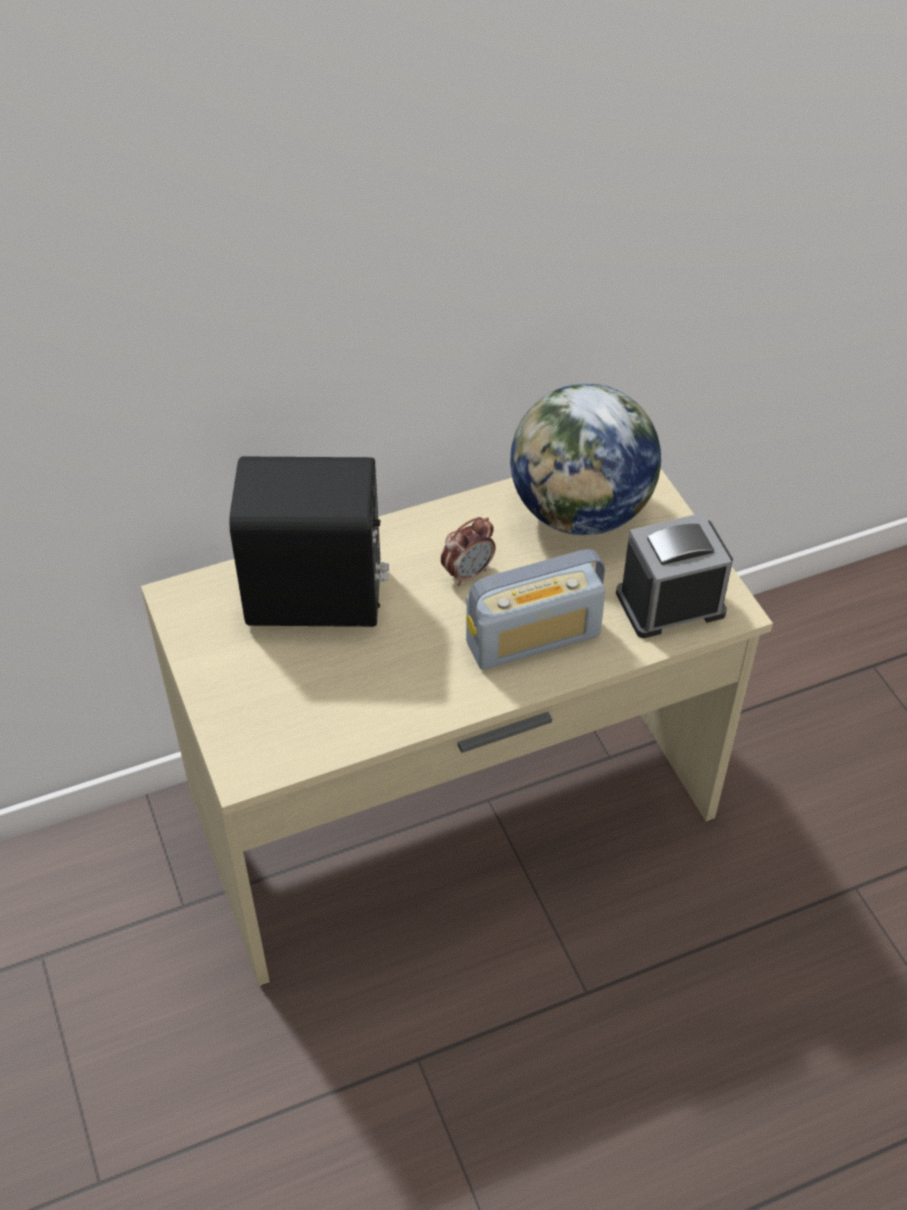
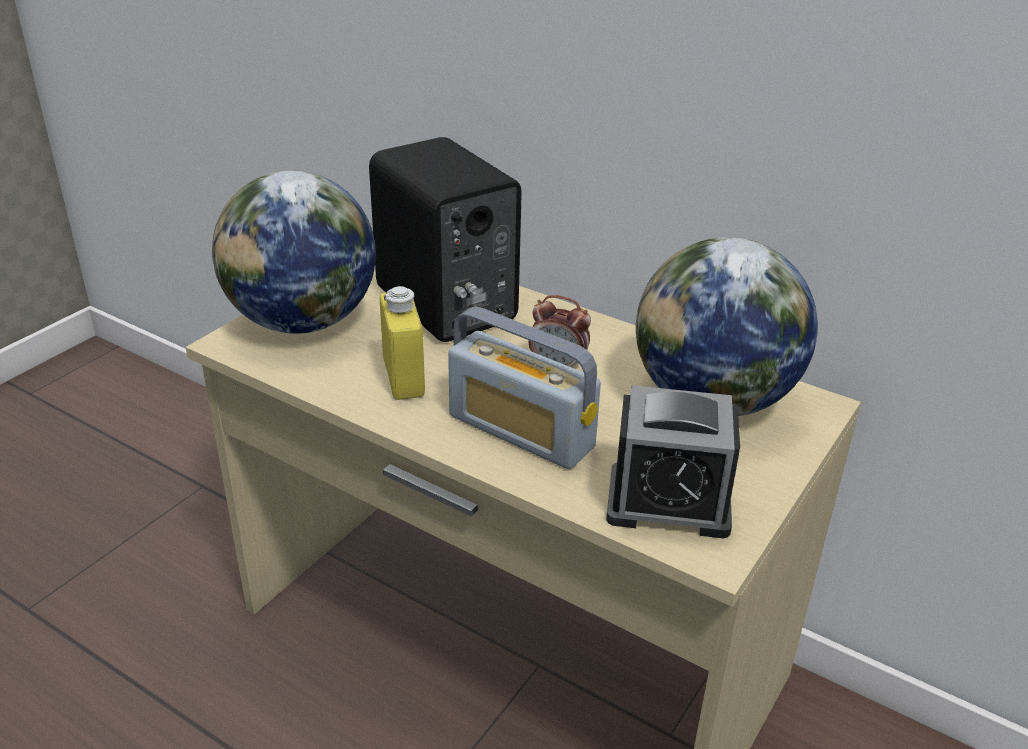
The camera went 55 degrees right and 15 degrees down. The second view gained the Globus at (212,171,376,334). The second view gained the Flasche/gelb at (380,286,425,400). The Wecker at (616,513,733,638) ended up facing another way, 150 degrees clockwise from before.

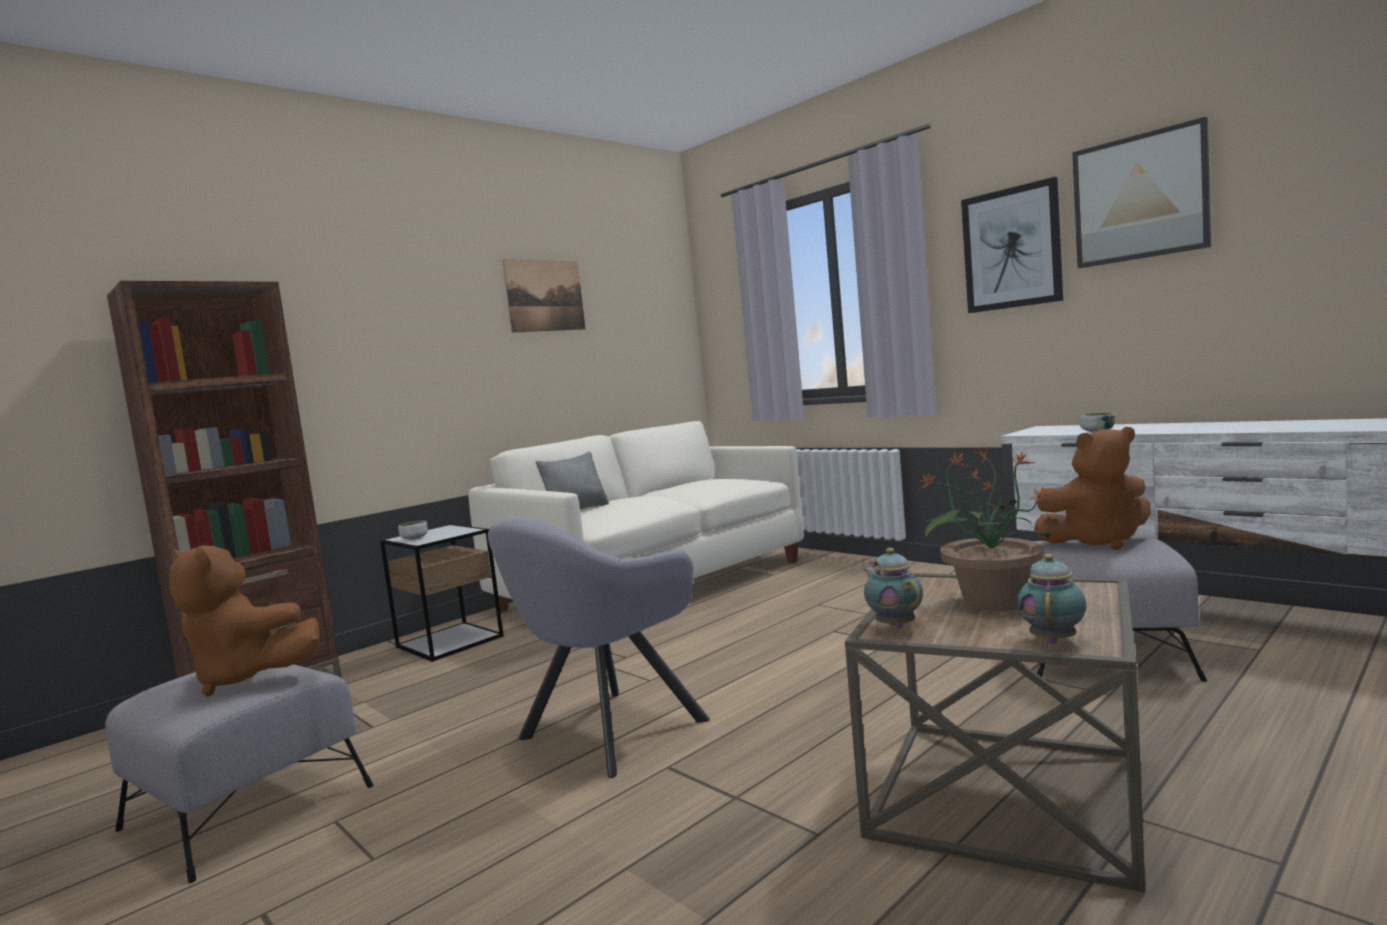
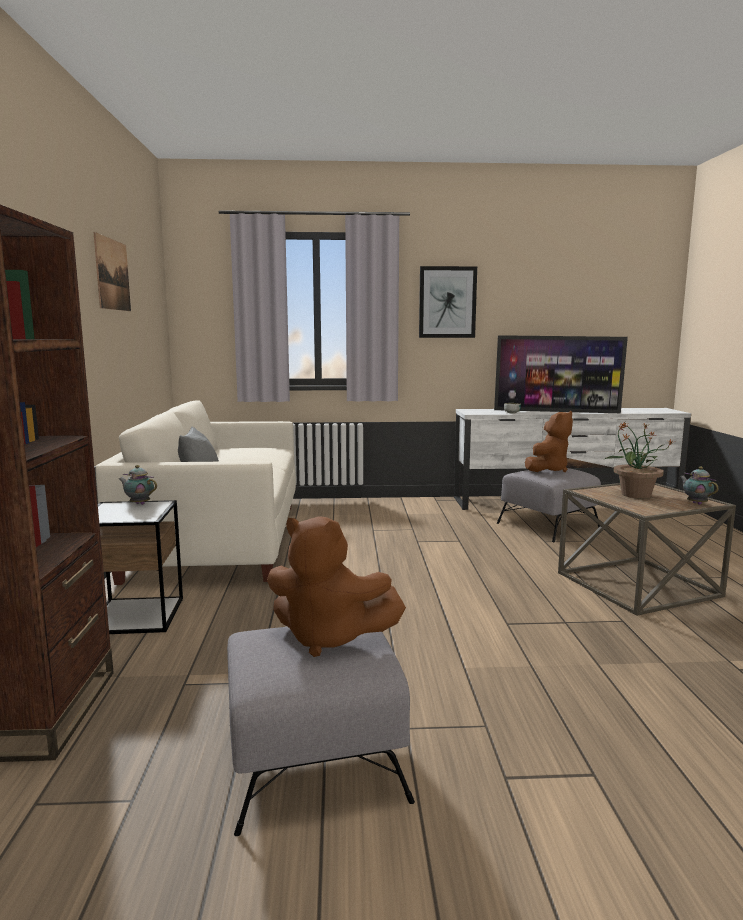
The camera went 50 degrees left and 5 degrees up. The Teekanne ended up elsewhere, having gone from (864,548,923,629) to (119,465,157,505). The Plüschtier/braun at (169,545,319,697) ended up facing another way, 45 degrees clockwise from before. The second view gained the Fernseher at (494,335,628,413). The second view lost the Schüssel at (398,521,428,540). The second view lost the Sessel/grau at (488,518,710,778). The second view lost the Bild at (1072,117,1211,268).

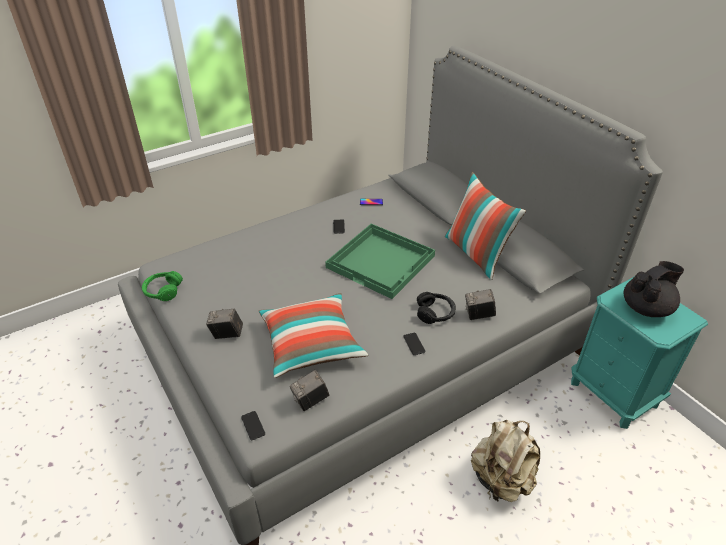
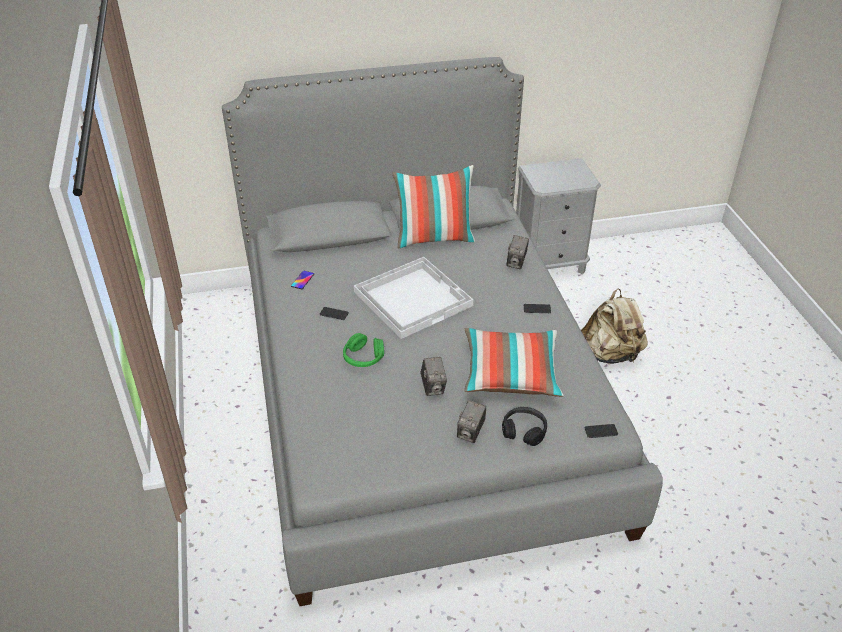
The camera went 70 degrees left and 0 degrees up. The Kopfhörer/grün ended up elsewhere, having gone from (142,271,183,301) to (343,333,384,367). What was the Tablett/grün at (325,224,435,299) turned into the Tablett/weiß at (354,257,473,339). The Kamera ended up elsewhere, having gone from (290,370,329,411) to (420,357,447,396). The Kopfhörer/schwarz ended up elsewhere, having gone from (417,292,456,324) to (502,407,547,446). What was the Nachttisch/türkis at (571,276,708,429) turned into the Nachttisch/grau at (516,158,601,274). The second view lost the Teekanne/schwarz at (623,261,684,317).

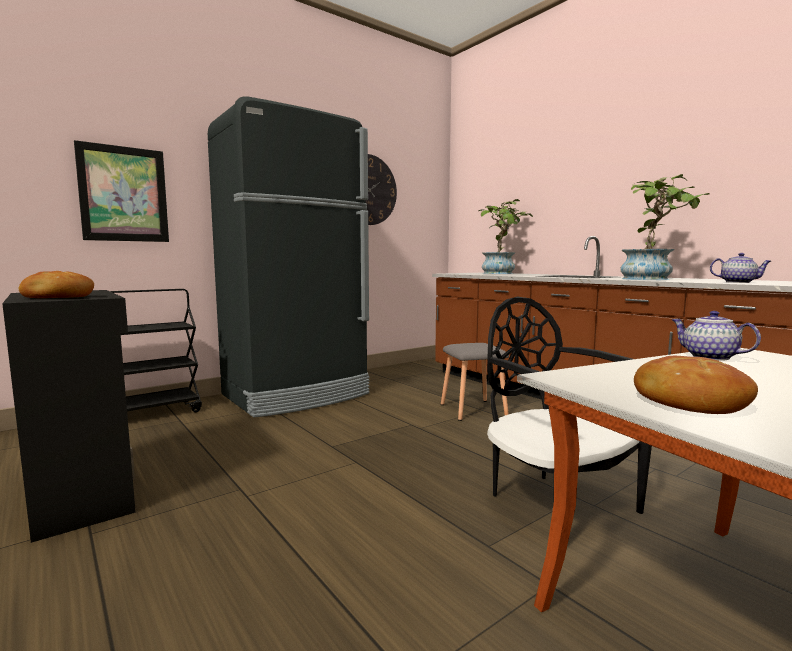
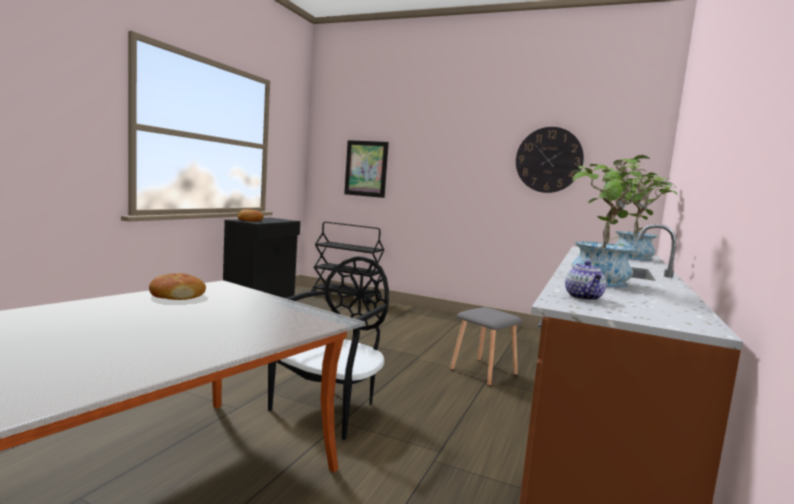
The camera went 60 degrees right and 0 degrees up. The second view lost the Kühlschrank/schwarz at (208,96,370,418). The second view lost the Teekanne at (672,311,761,361).

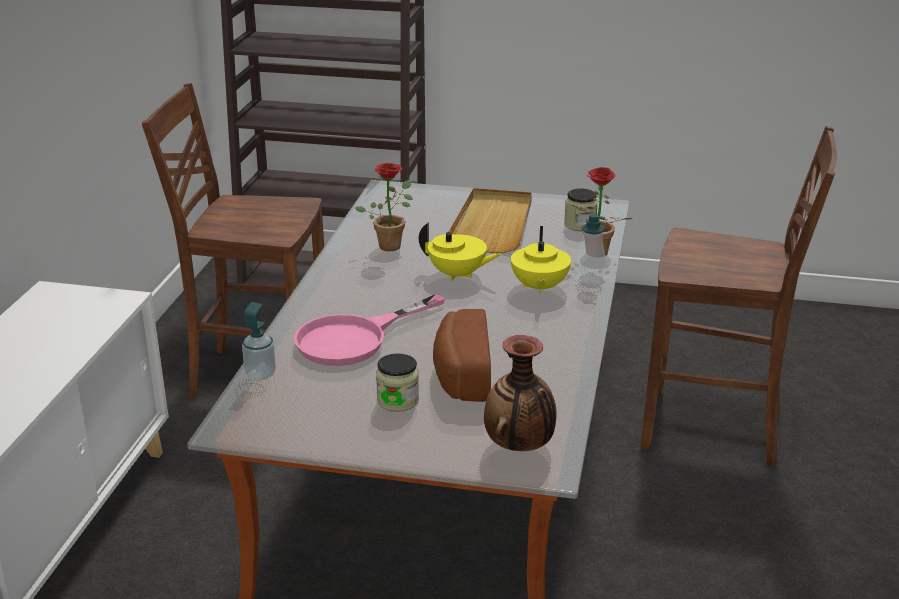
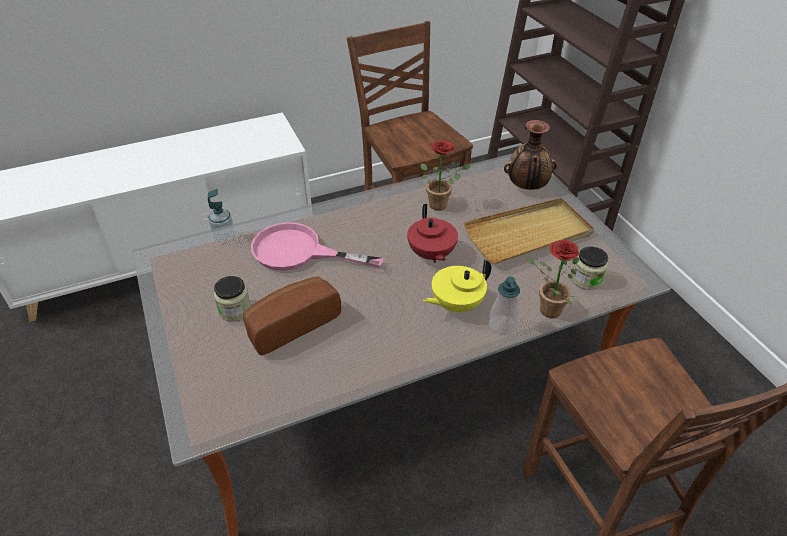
The camera went 55 degrees right and 15 degrees up. What was the Teekanne/gelb at (419,222,501,282) turned into the Teekanne/rot at (407,204,458,263). The Vase ended up elsewhere, having gone from (484,335,557,451) to (504,120,557,190).

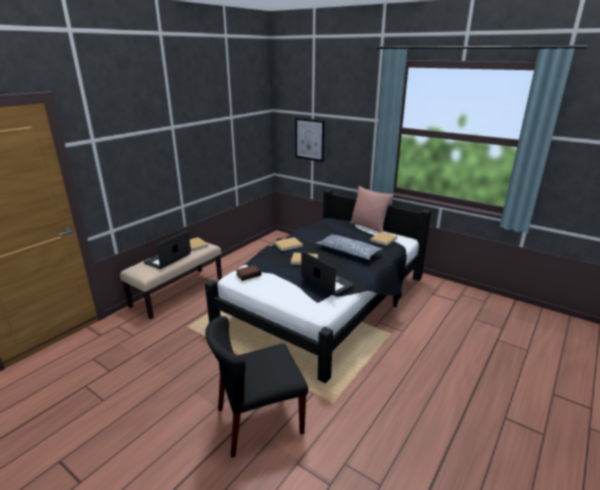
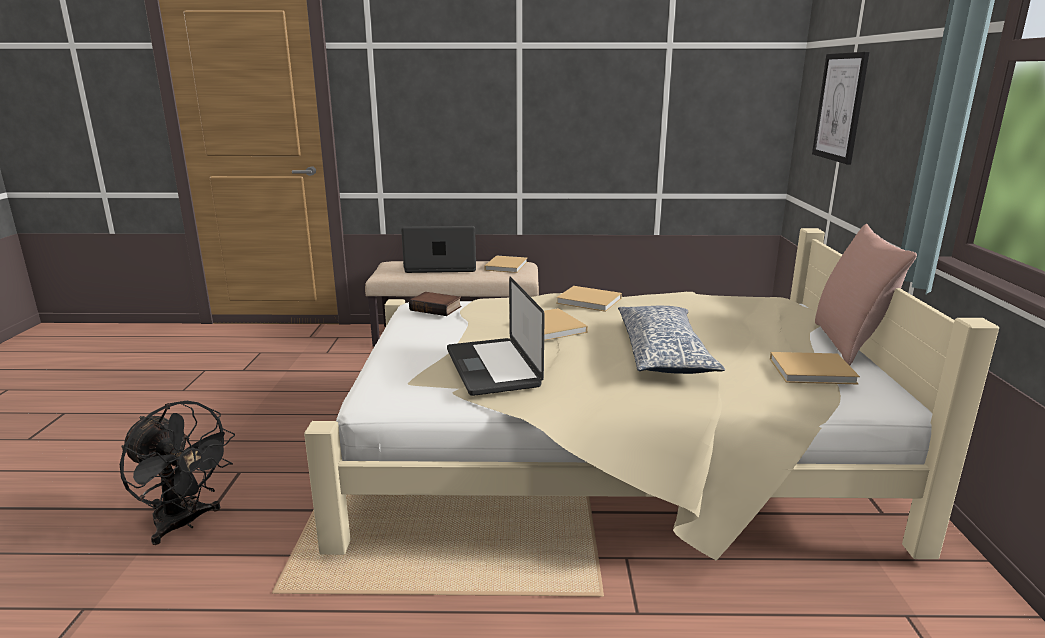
The camera went 55 degrees right and 5 degrees down. Where the Stuhl/schwarz stood at (205,316,308,458), the Ventilator/schwarz came to stand at (120,401,235,545). What was the Bett/schwarz at (205,189,431,383) turned into the Bett/beige at (304,228,999,560). The Laptop at (301,251,354,296) ended up facing another way, 150 degrees clockwise from before.

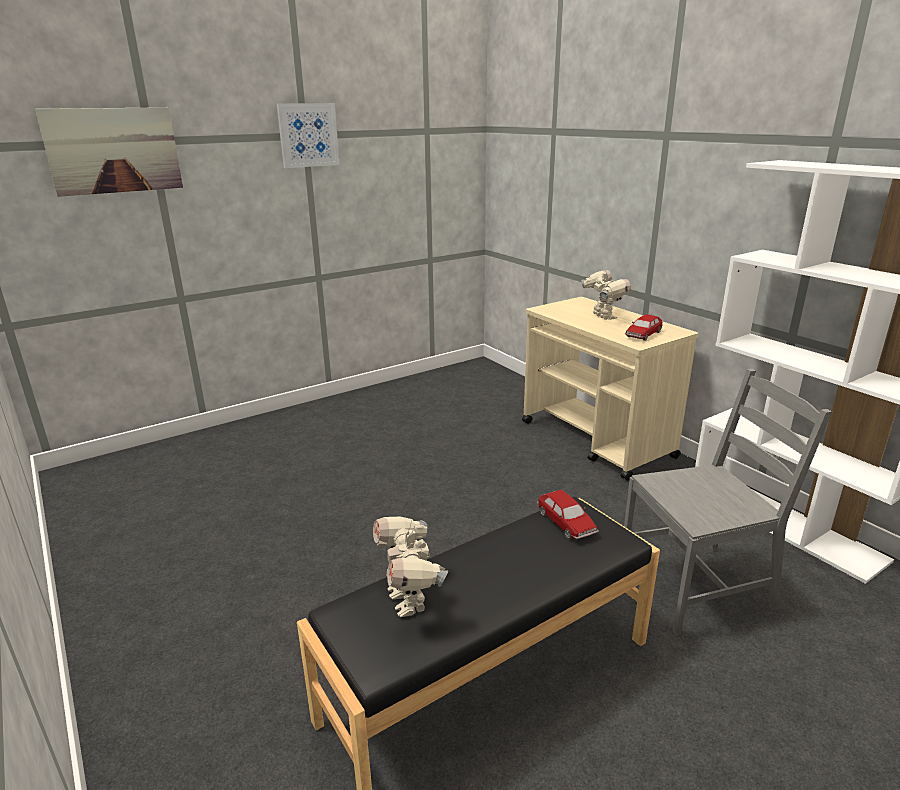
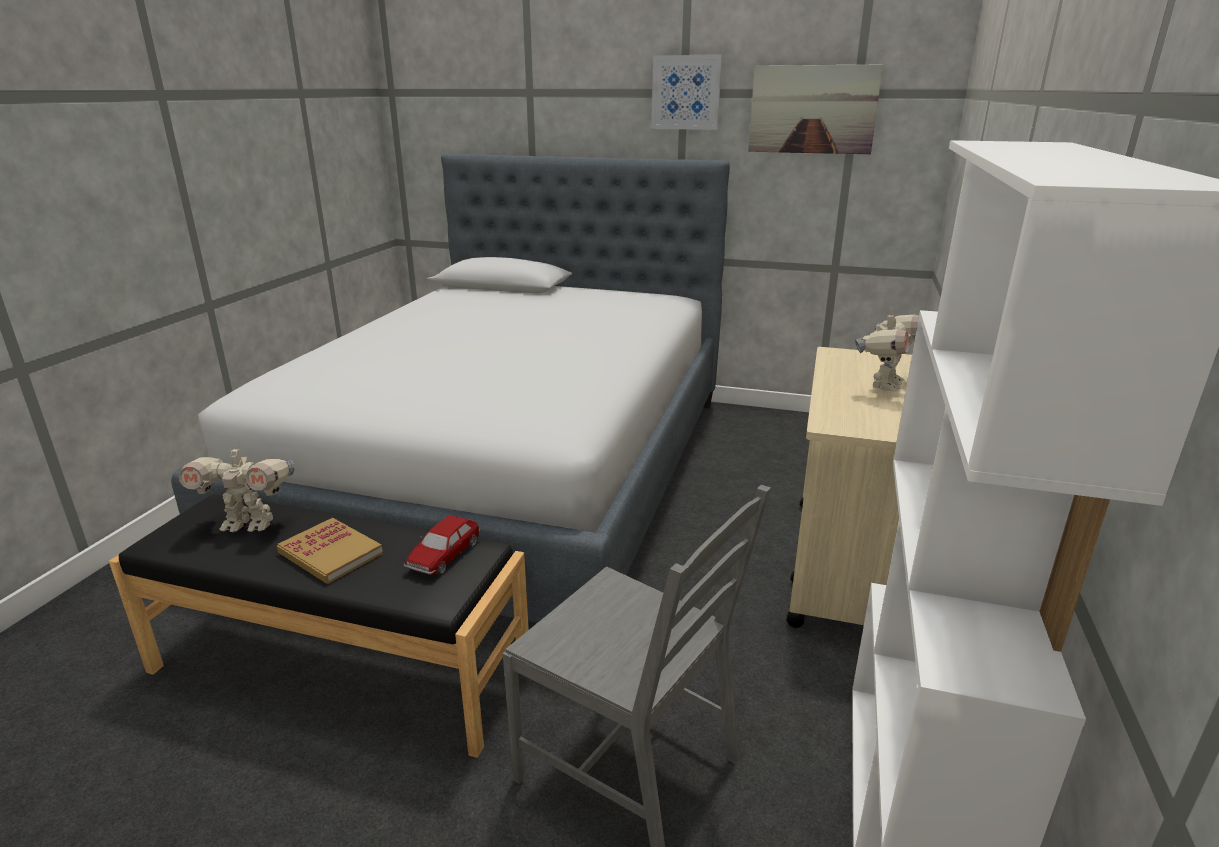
The camera went 50 degrees right and 0 degrees up. The second view gained the Bett at (171,153,730,623). The Spielzeugroboter at (373,517,449,617) ended up facing another way, 120 degrees counterclockwise from before. The second view gained the Buch at (277,518,383,584). The Bild ended up elsewhere, having gone from (35,107,183,197) to (748,64,883,154). The second view lost the Spielzeugauto at (625,314,663,341).

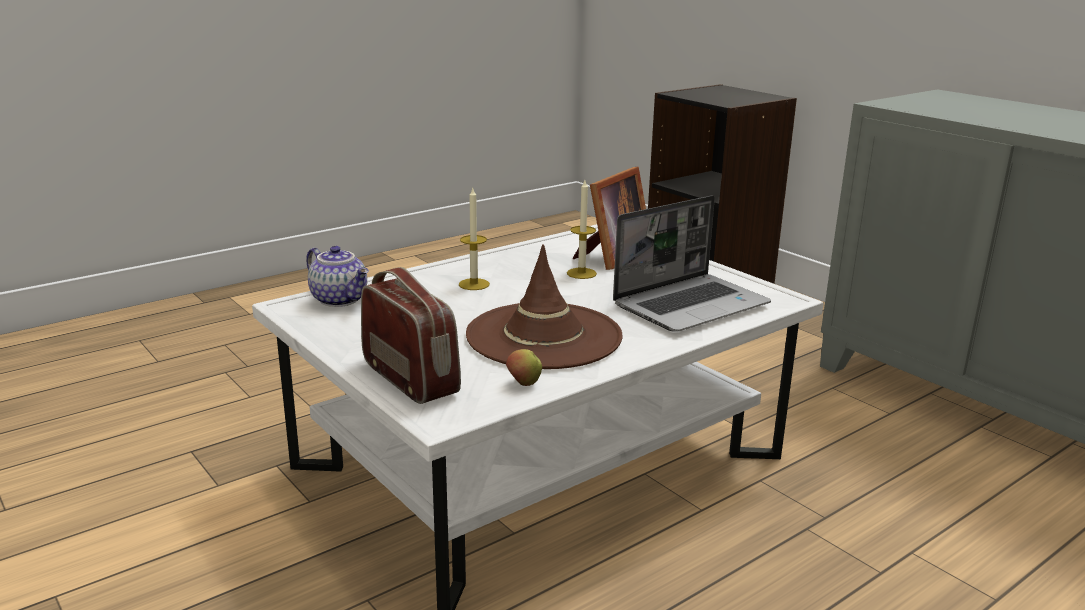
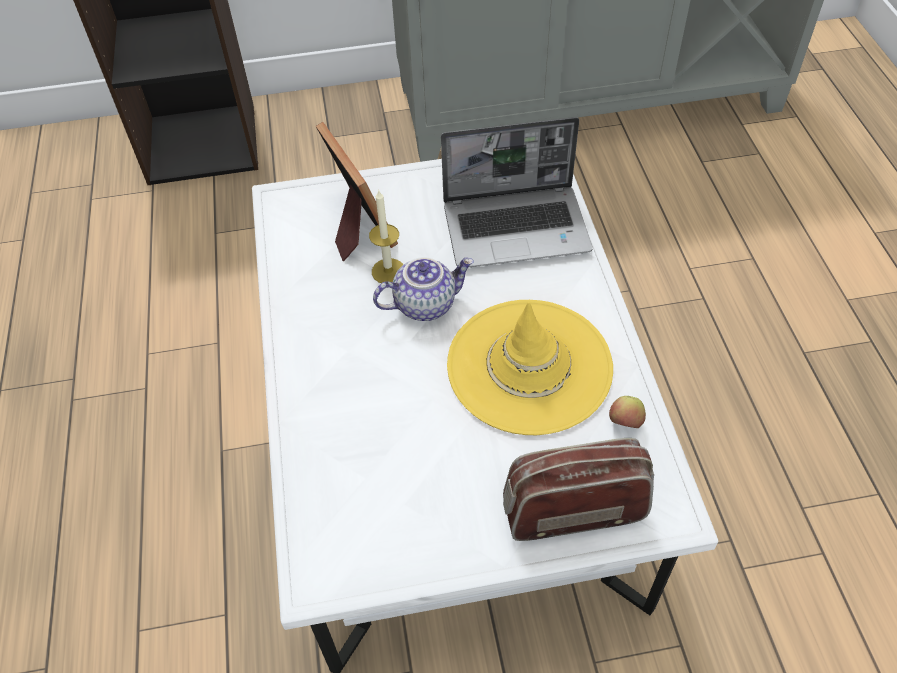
The camera went 60 degrees left and 30 degrees up. The Teekanne ended up elsewhere, having gone from (306,246,369,307) to (373,257,474,321). The Laptop at (613,195,771,332) ended up facing another way, 90 degrees clockwise from before. What was the Hut/braun at (466,244,622,369) turned into the Hut/gelb at (447,300,613,435). The second view lost the Kerze at (459,188,490,290).

